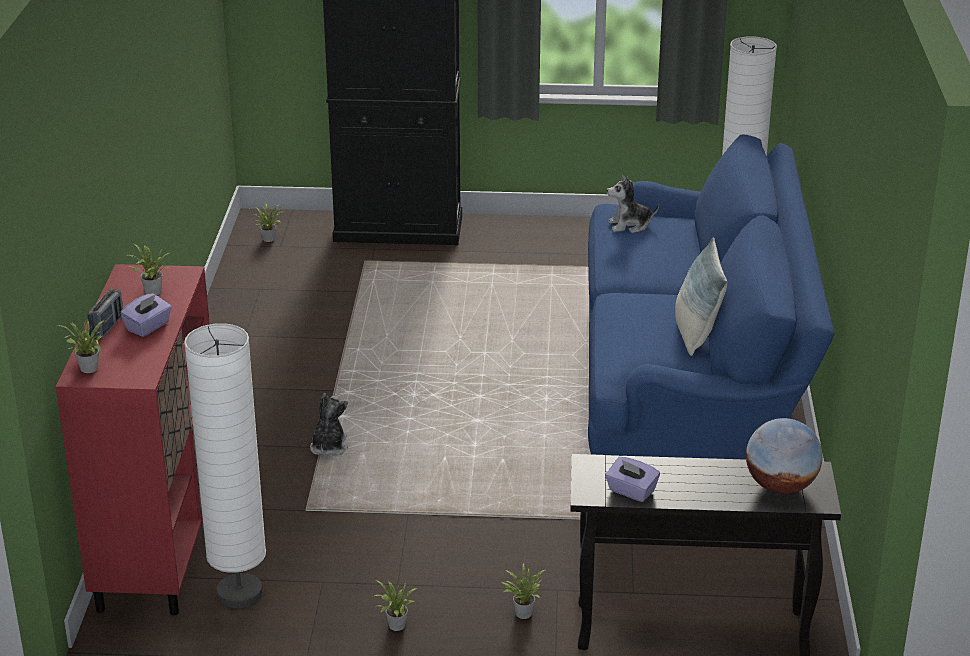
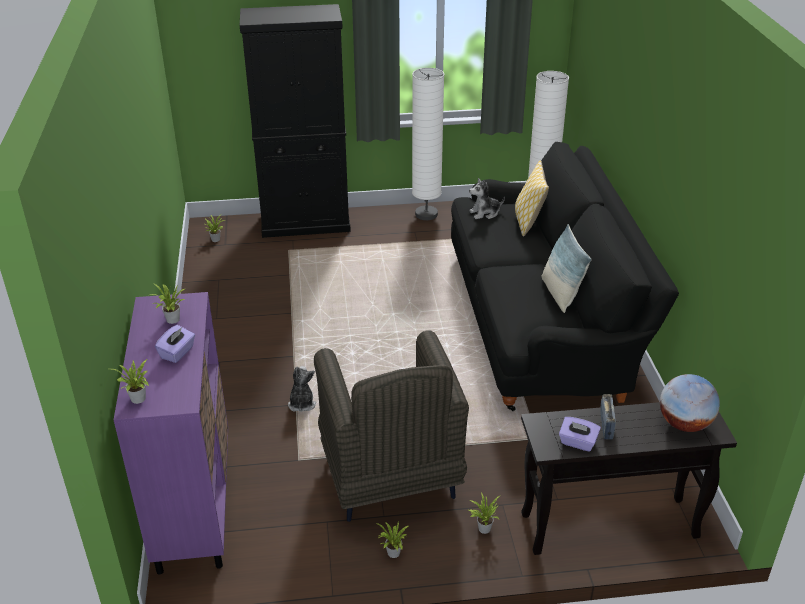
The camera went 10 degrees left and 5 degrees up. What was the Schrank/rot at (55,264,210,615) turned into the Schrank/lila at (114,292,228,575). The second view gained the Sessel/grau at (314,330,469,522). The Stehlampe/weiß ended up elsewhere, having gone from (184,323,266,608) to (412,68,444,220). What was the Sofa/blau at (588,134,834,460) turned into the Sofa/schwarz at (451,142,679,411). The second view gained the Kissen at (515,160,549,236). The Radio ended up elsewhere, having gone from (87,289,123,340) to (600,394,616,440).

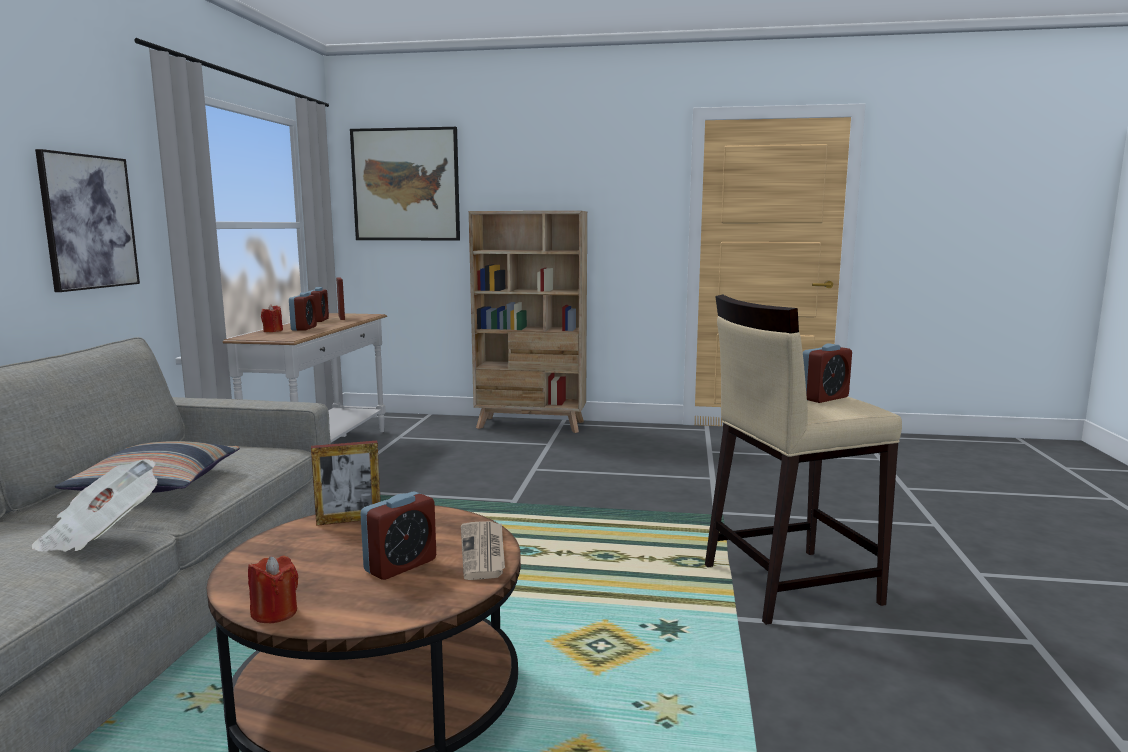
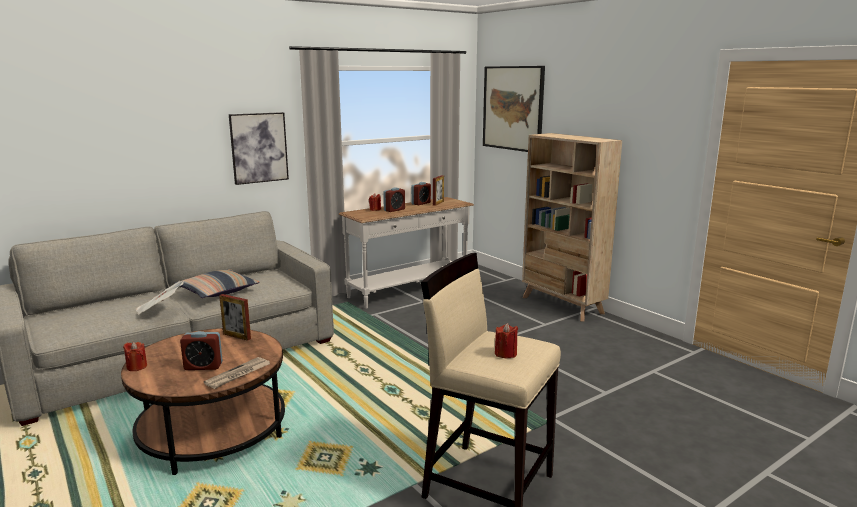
The camera went 45 degrees right and 5 degrees up. Where the Wecker stood at (803,343,852,403), the Kerze/rot came to stand at (495,323,518,358).

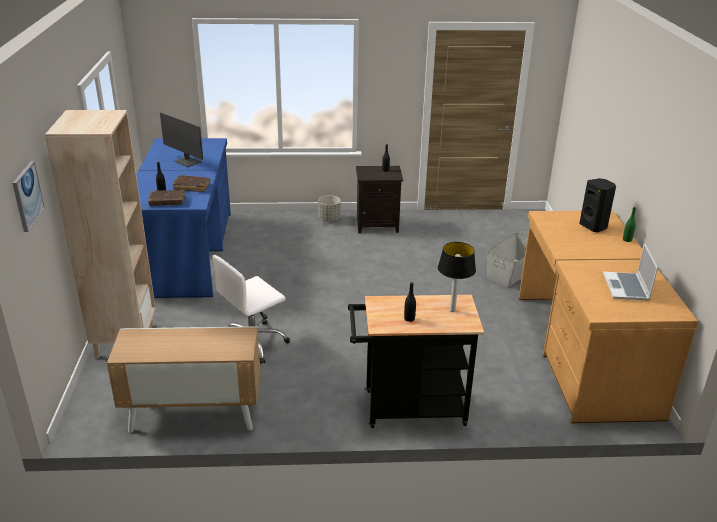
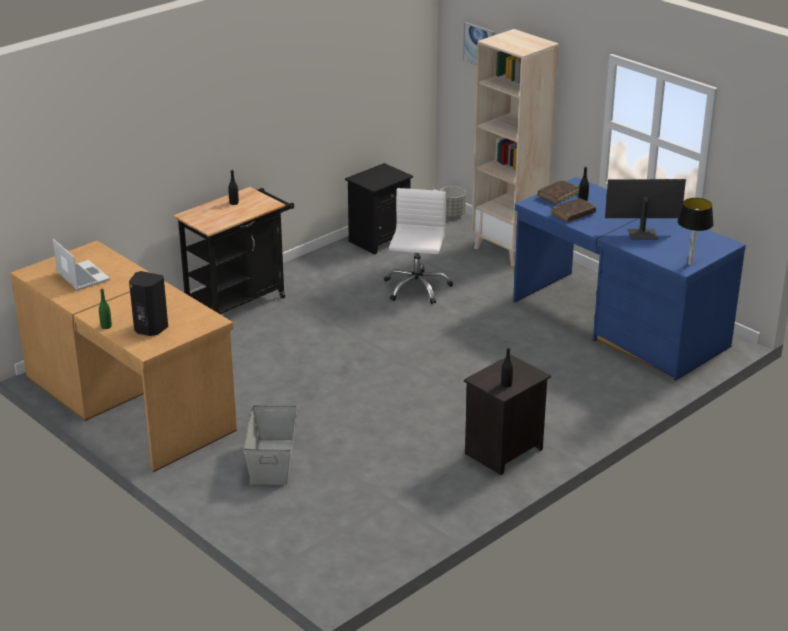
The camera went 140 degrees right and 0 degrees up. Where the Schrank stood at (107,326,260,433), the Nachttisch/schwarz came to stand at (345,163,413,254). The Pflanzkübel/grau ended up elsewhere, having gone from (318,195,340,221) to (440,186,466,217). The Tischlampe ended up elsewhere, having gone from (438,242,476,312) to (678,198,714,265).

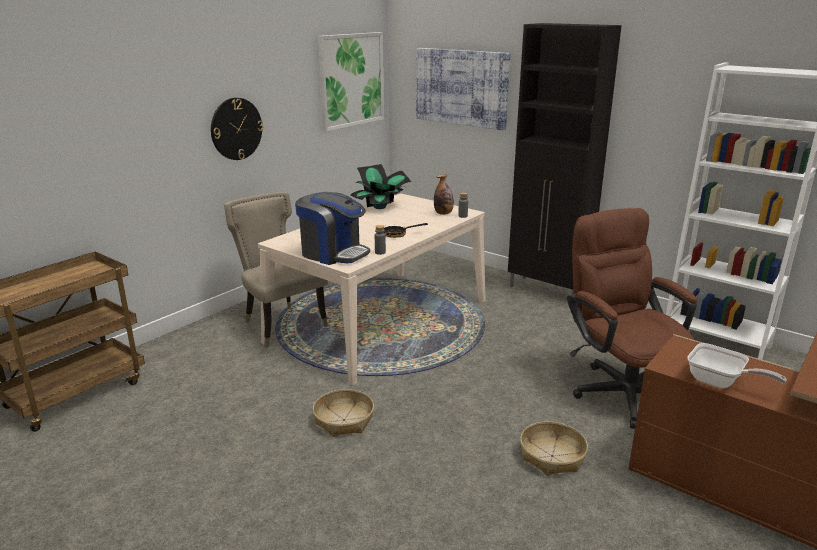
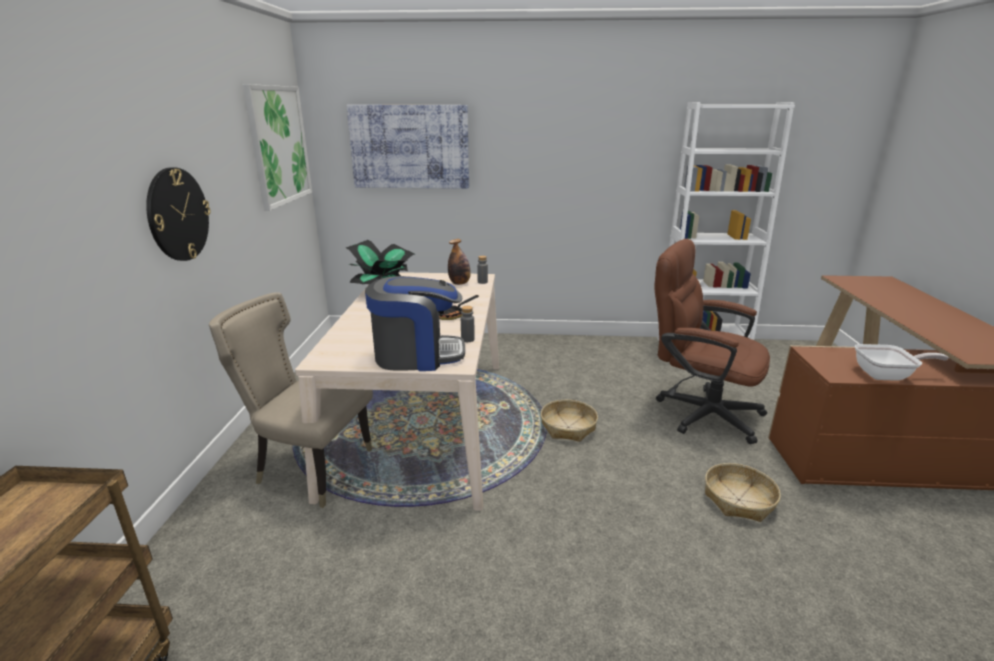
The camera went 35 degrees left and 0 degrees up. The Korb ended up elsewhere, having gone from (313,389,374,437) to (541,400,598,442). The second view lost the Schrank/schwarz at (508,23,622,294).

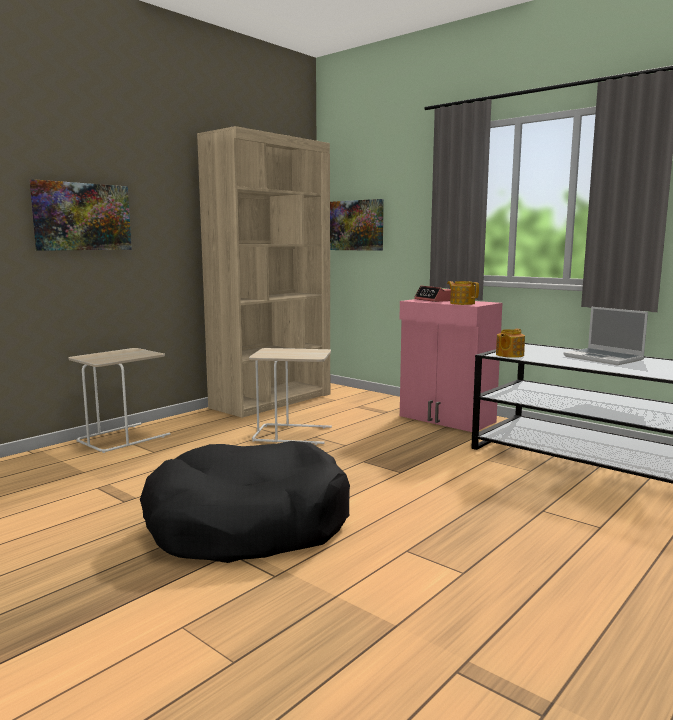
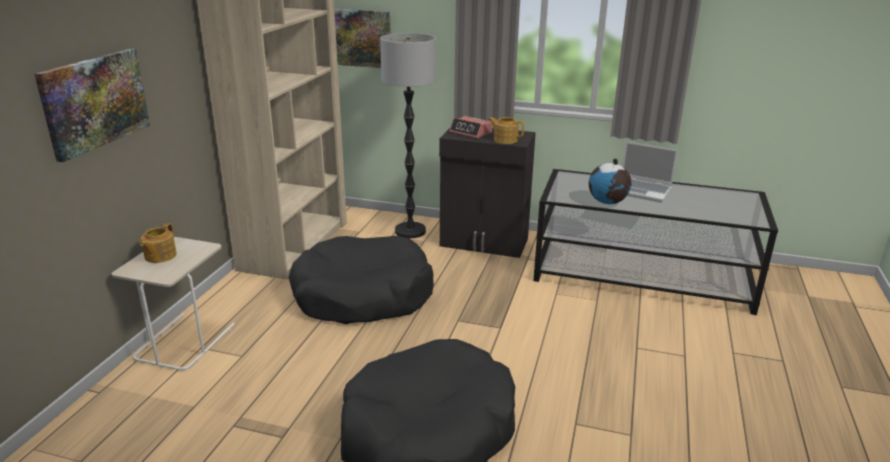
The camera went 25 degrees left and 15 degrees up. The Teekanne ended up elsewhere, having gone from (496,329,525,358) to (140,223,177,263). Where the Beistelltisch/beige stood at (249,348,332,445), the Hundebett/schwarz came to stand at (288,236,434,324). The second view gained the Stehlampe at (380,33,436,238). What was the Schrank/rosa at (400,299,502,432) turned into the Schrank/schwarz at (439,128,536,258). The second view gained the Globus at (589,158,631,204).

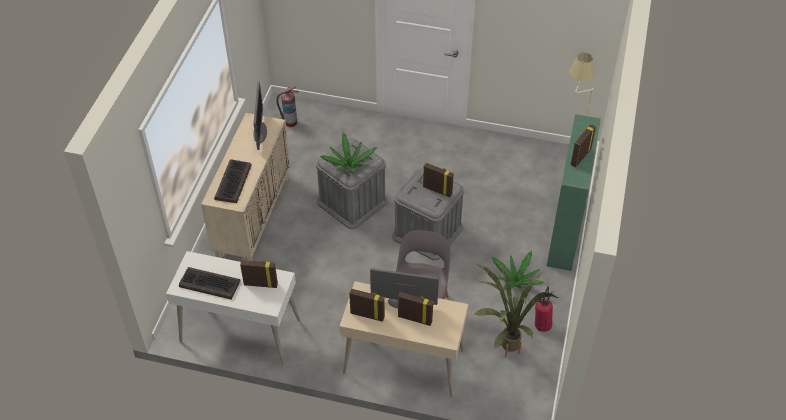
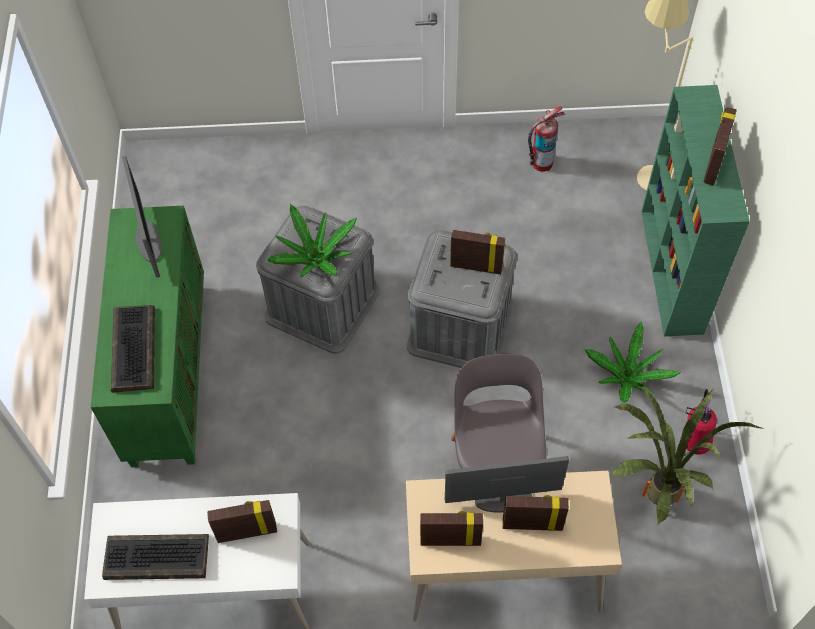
The camera went 15 degrees left and 10 degrees up. What was the Schrank/beige at (201,113,290,261) turned into the Schrank/grün at (91,206,204,467). The Feuerlöscher ended up elsewhere, having gone from (276,87,299,127) to (528,106,565,172).

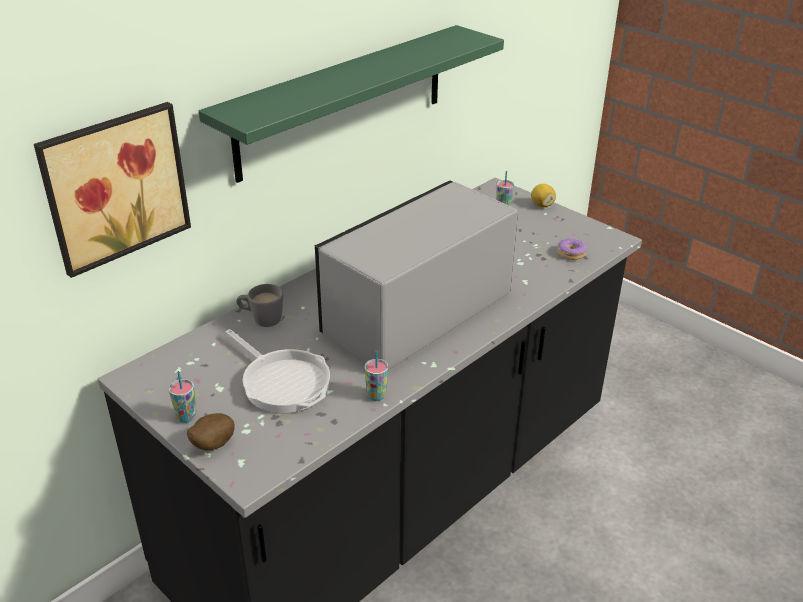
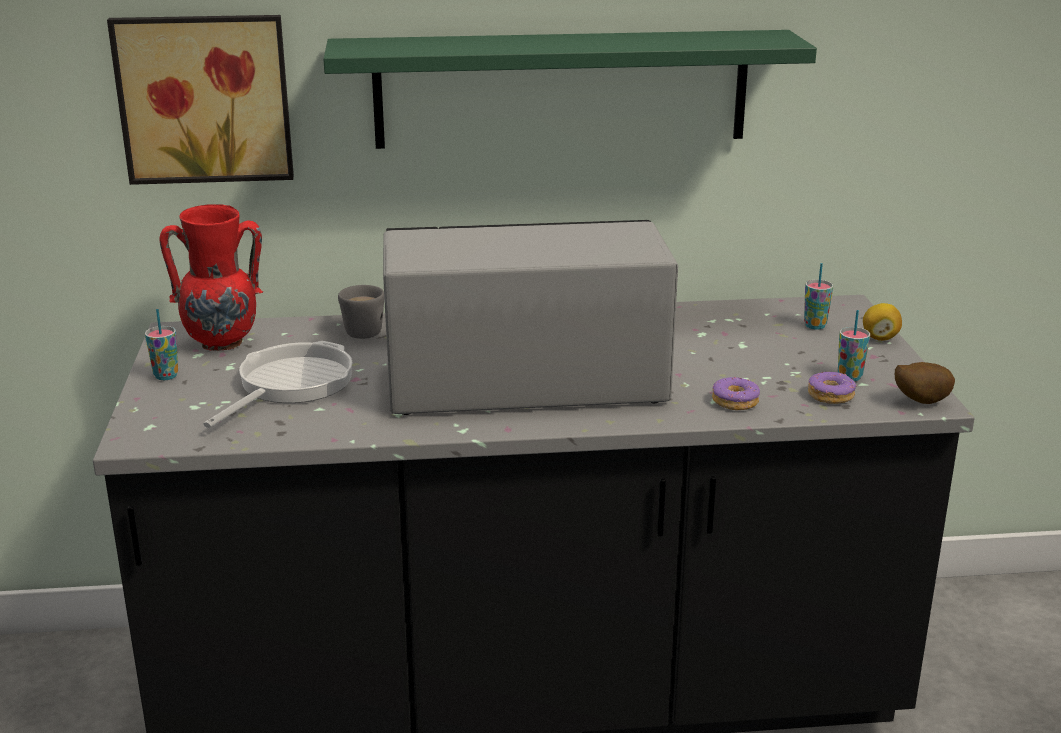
The camera went 40 degrees right and 10 degrees down. The second view gained the Vase/rot at (159,204,263,351). The Pfanne at (225,329,330,413) ended up facing another way, 150 degrees counterclockwise from before. The second view gained the Donut at (712,377,760,410). The Tasse ended up elsewhere, having gone from (364,350,388,401) to (838,310,870,381). The Kartoffel ended up elsewhere, having gone from (187,413,235,451) to (895,362,955,404).

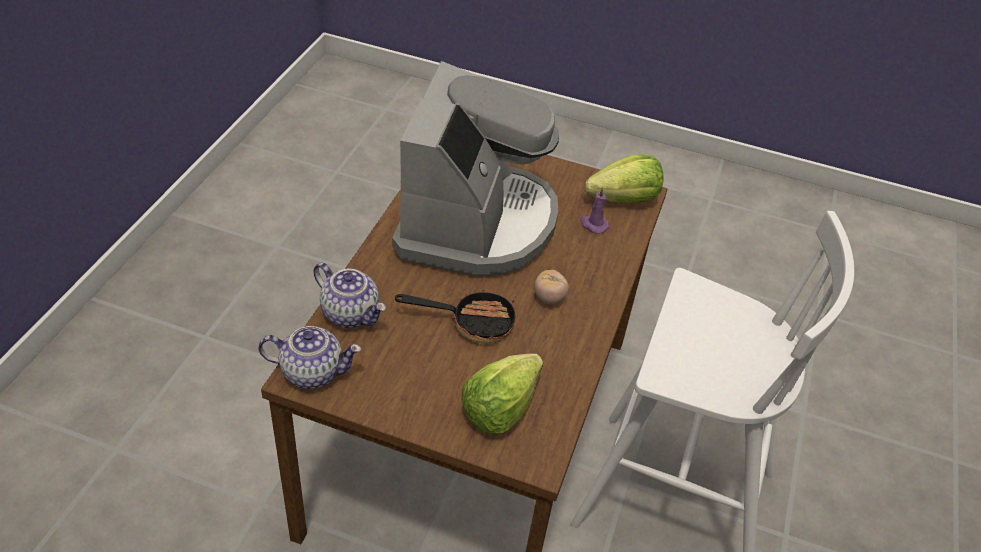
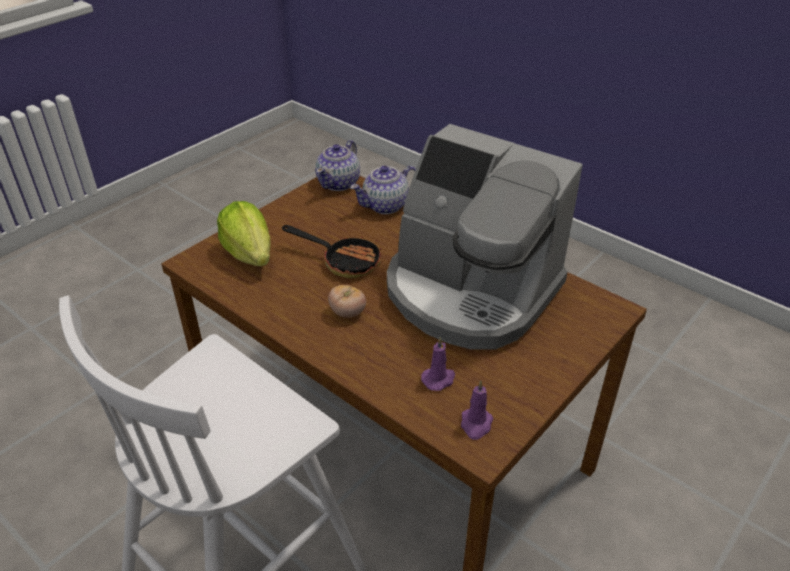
The camera went 115 degrees right and 5 degrees down. The Pfanne at (395,289,516,344) ended up facing another way, 90 degrees counterclockwise from before. Where the Salatkopf stood at (585,154,664,203), the Kerze/lila came to stand at (461,381,493,440).

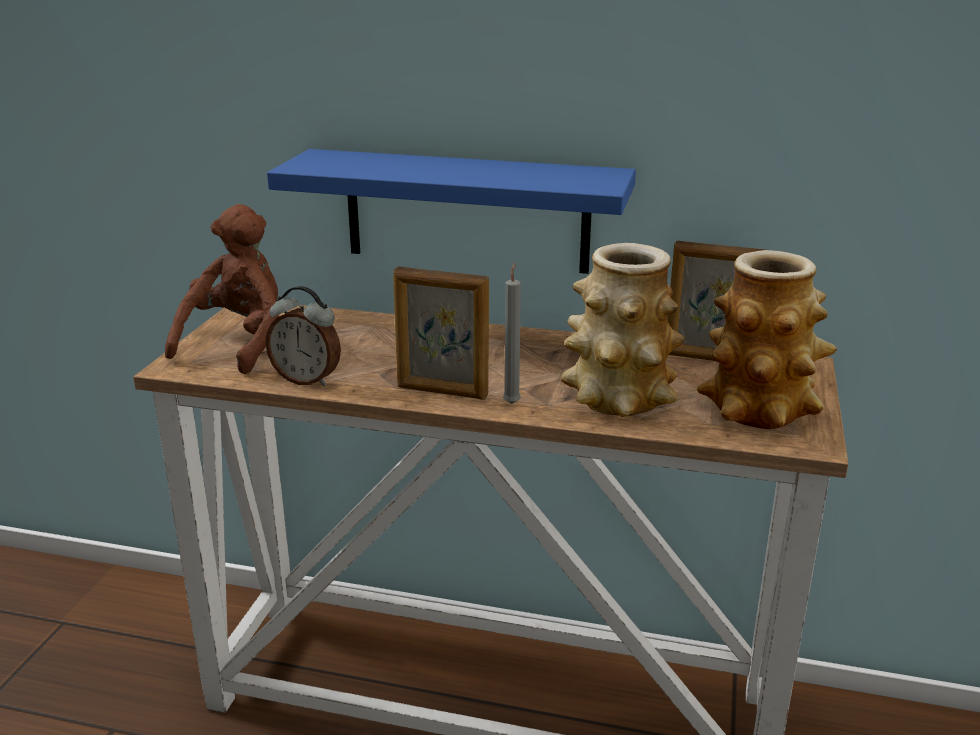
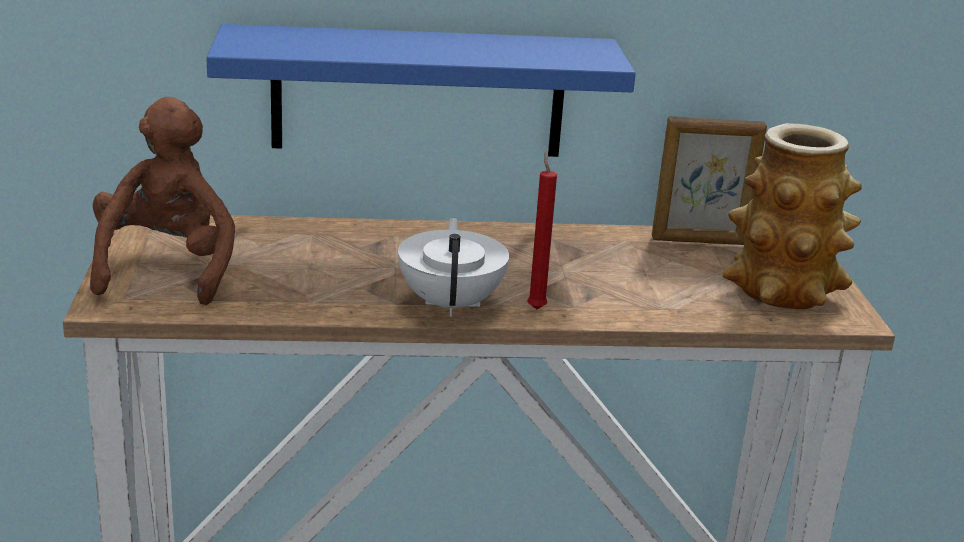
The camera went 20 degrees left and 0 degrees up. Where the Bilderrahmen stood at (393,266,489,400), the Teekanne/weiß came to stand at (398,218,509,317). What was the Kerze/grau at (503,262,521,404) turned into the Kerze/rot at (527,151,557,310). The second view lost the Wecker at (265,286,341,386). The second view lost the Vase at (561,243,685,417).

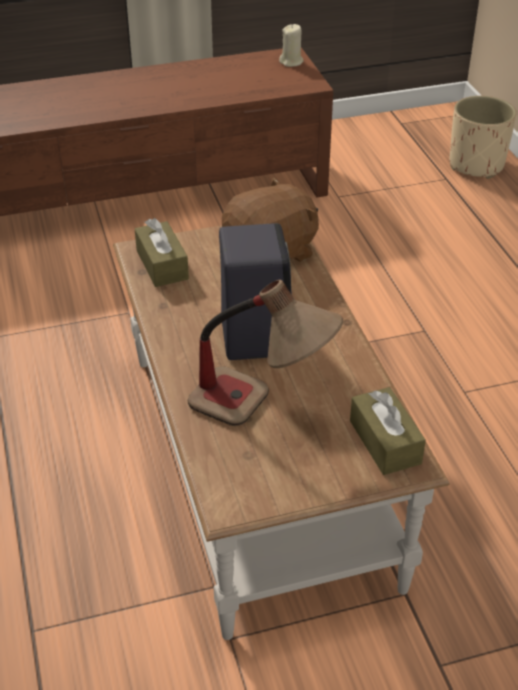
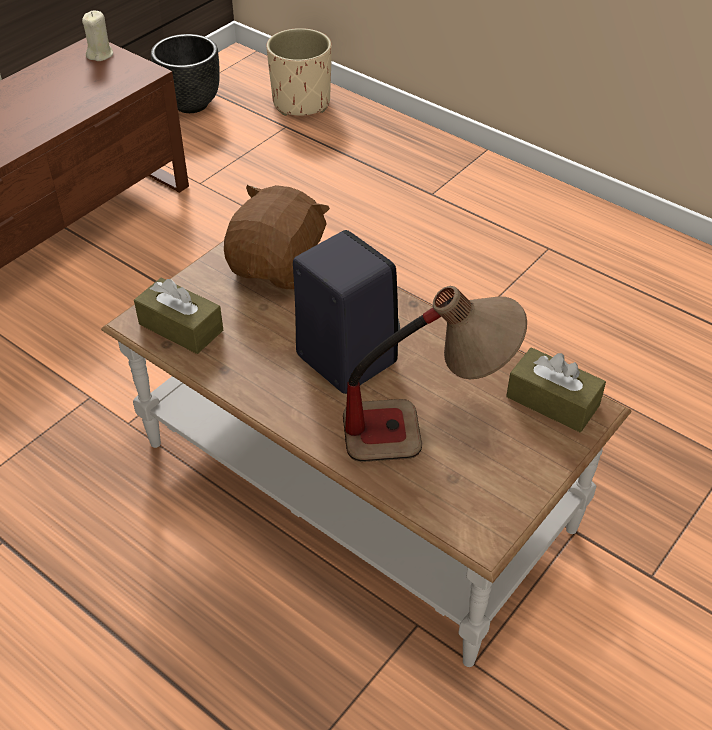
The camera went 35 degrees left and 5 degrees up. The second view gained the Pflanzkübel/schwarz at (151,34,220,113).

